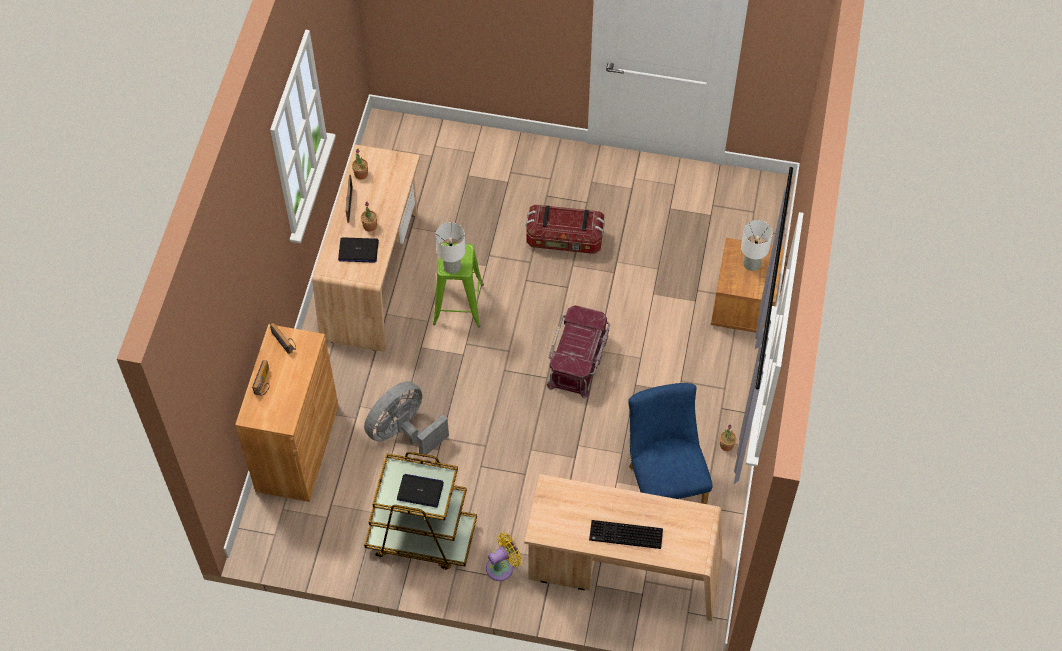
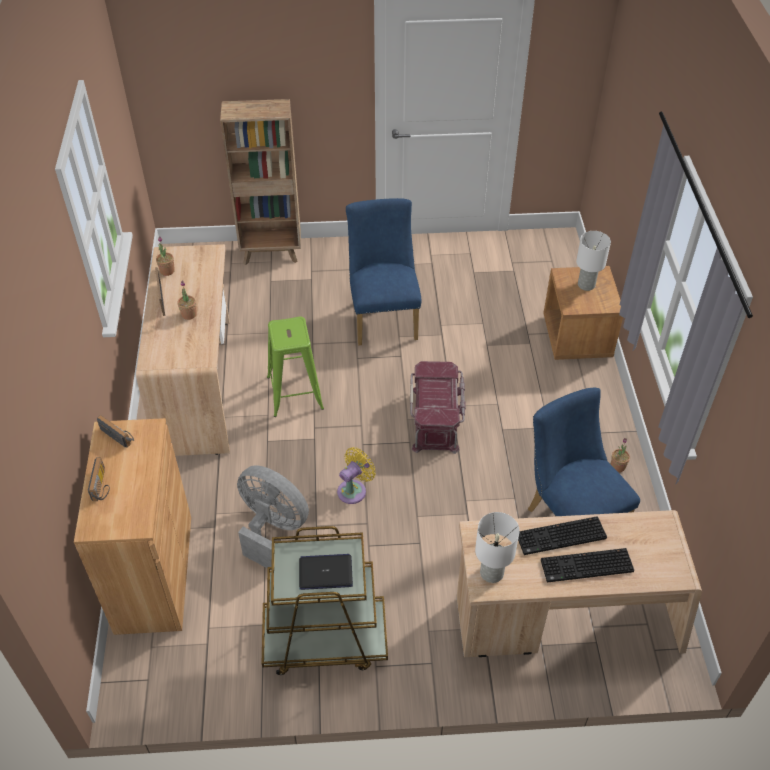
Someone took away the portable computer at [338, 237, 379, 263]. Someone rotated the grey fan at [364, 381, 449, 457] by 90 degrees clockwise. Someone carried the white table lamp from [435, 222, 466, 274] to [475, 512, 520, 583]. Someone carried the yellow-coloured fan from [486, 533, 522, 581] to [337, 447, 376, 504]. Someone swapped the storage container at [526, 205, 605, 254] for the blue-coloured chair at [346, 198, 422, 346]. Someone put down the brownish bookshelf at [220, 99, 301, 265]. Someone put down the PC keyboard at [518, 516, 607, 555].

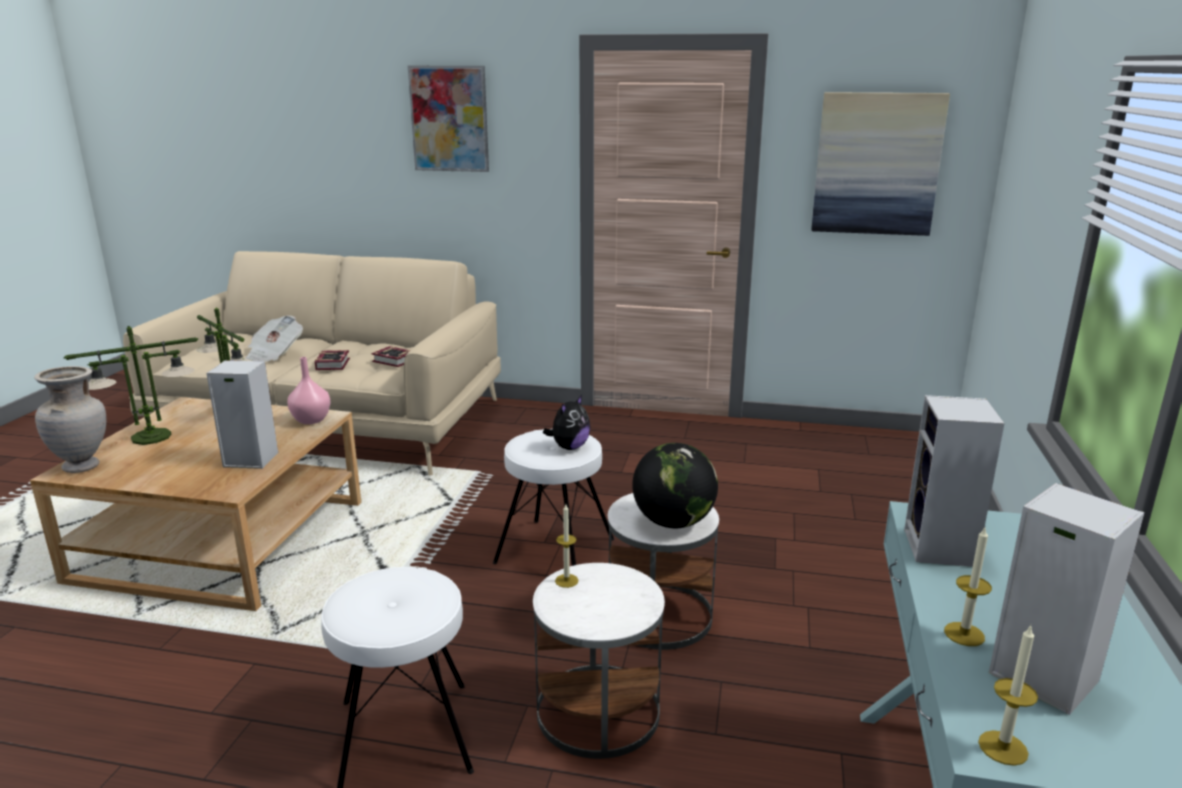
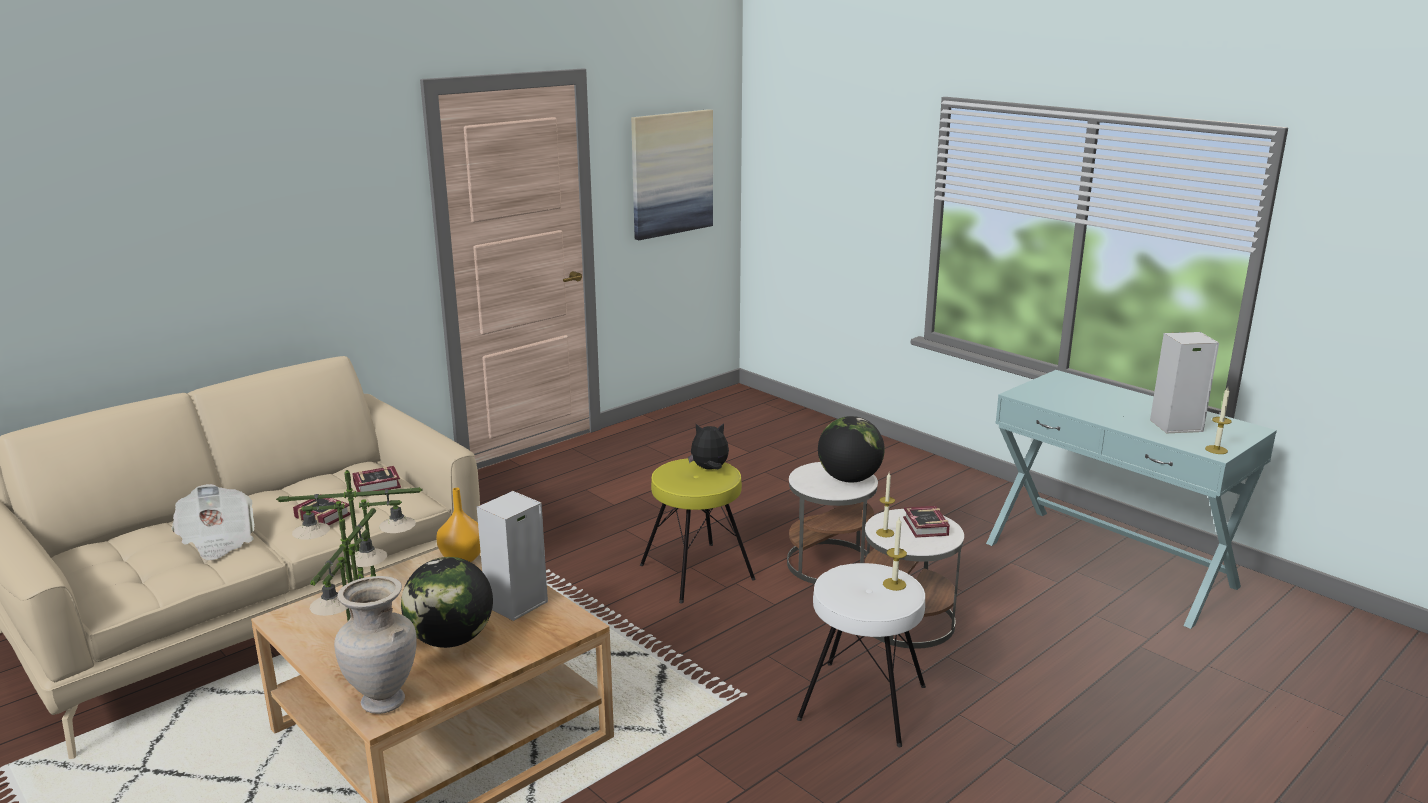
Someone repainted the pinkish vase at [287, 357, 331, 424], which became the orange-coloured vase at [436, 488, 481, 562]. Someone took away the wall art at [408, 66, 489, 172]. Someone repainted the white stool at [493, 429, 614, 566], which became the yellow-coloured stool at [640, 458, 756, 603]. Someone rotated the cuddly toy at [543, 395, 591, 450] by 75 degrees counterclockwise. Someone took away the speaker at [904, 395, 1004, 567]. Someone carried the candle from [944, 528, 992, 646] to [883, 518, 907, 591]. Someone put down the globe at [401, 557, 493, 648]. Someone put down the book at [903, 506, 950, 538].

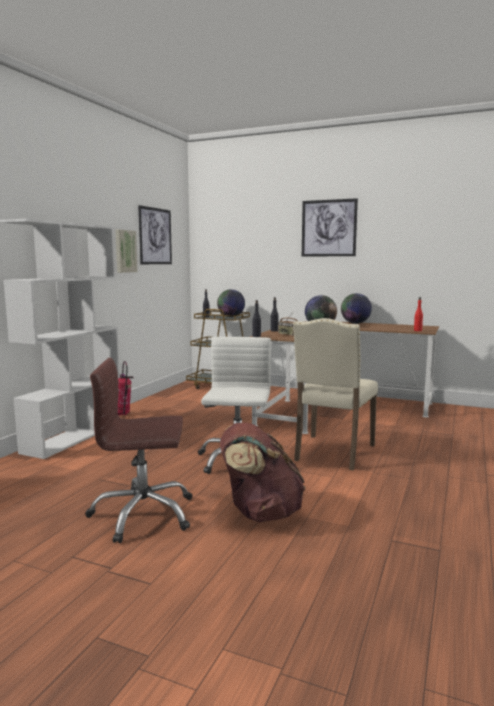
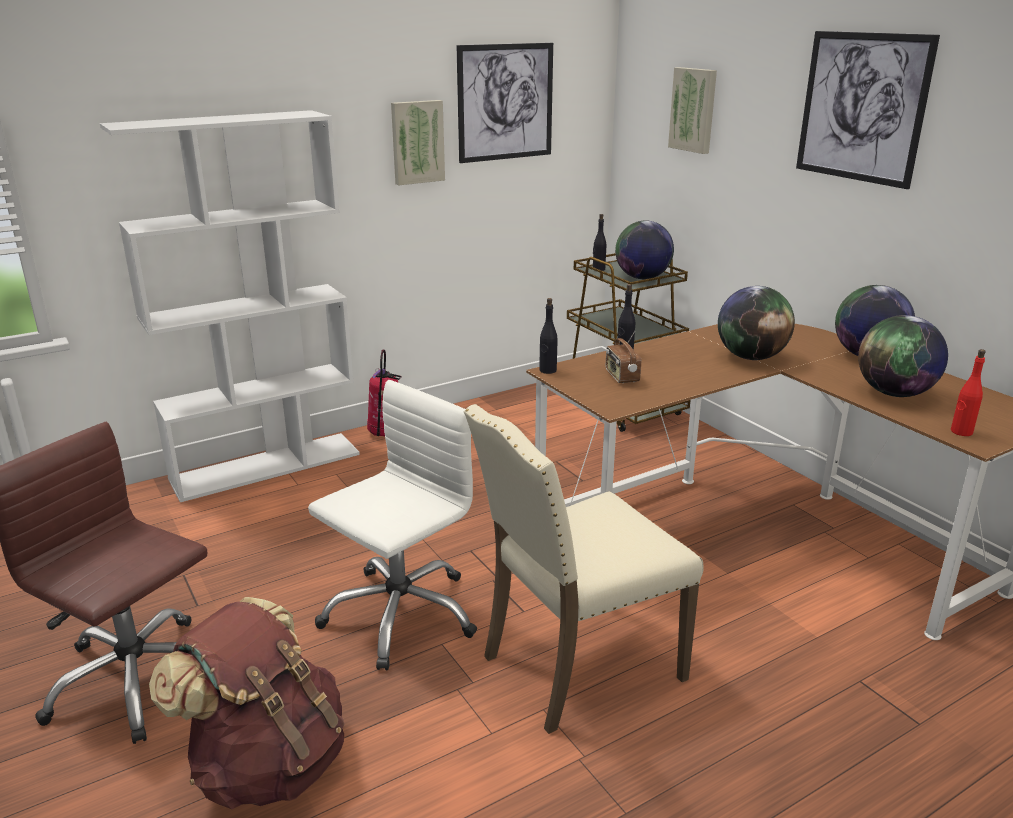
Someone put up the wall art at [668, 67, 717, 154]. Someone put down the globe at [858, 315, 948, 397].

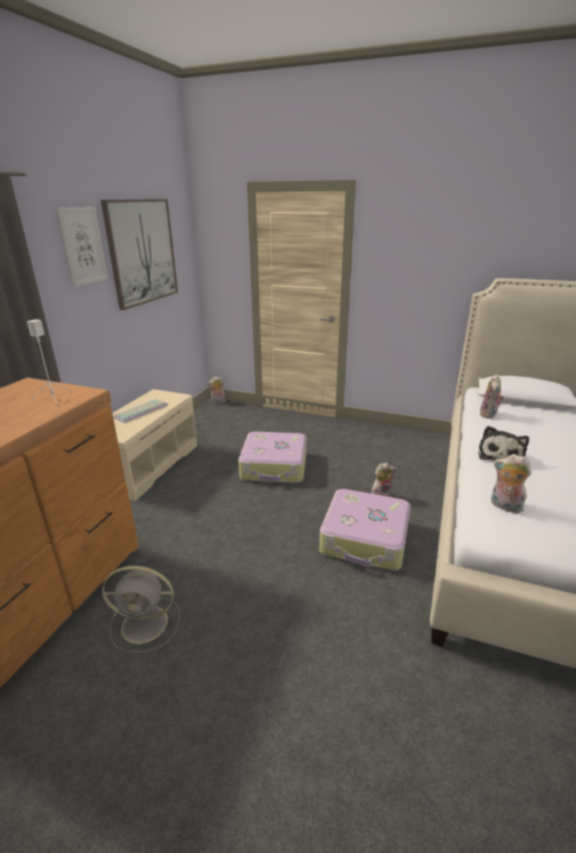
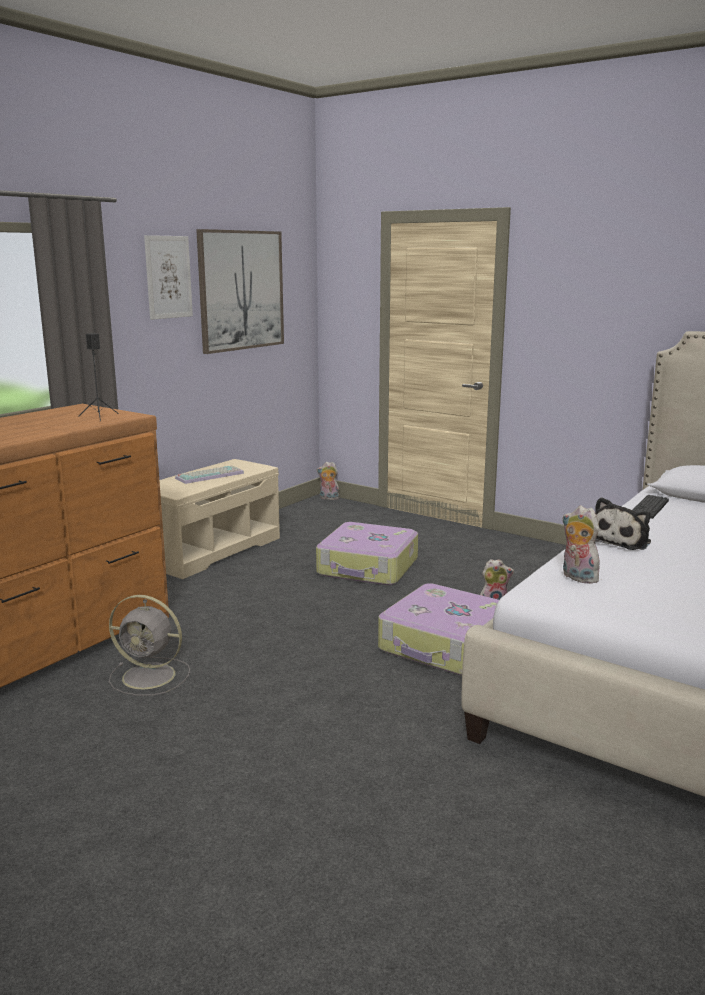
Someone repainted the white speaker at [27, 319, 70, 406], which became the blackish speaker at [79, 333, 119, 421]. Someone swapped the cuddly toy at [479, 374, 504, 419] for the PC keyboard at [633, 495, 669, 519].

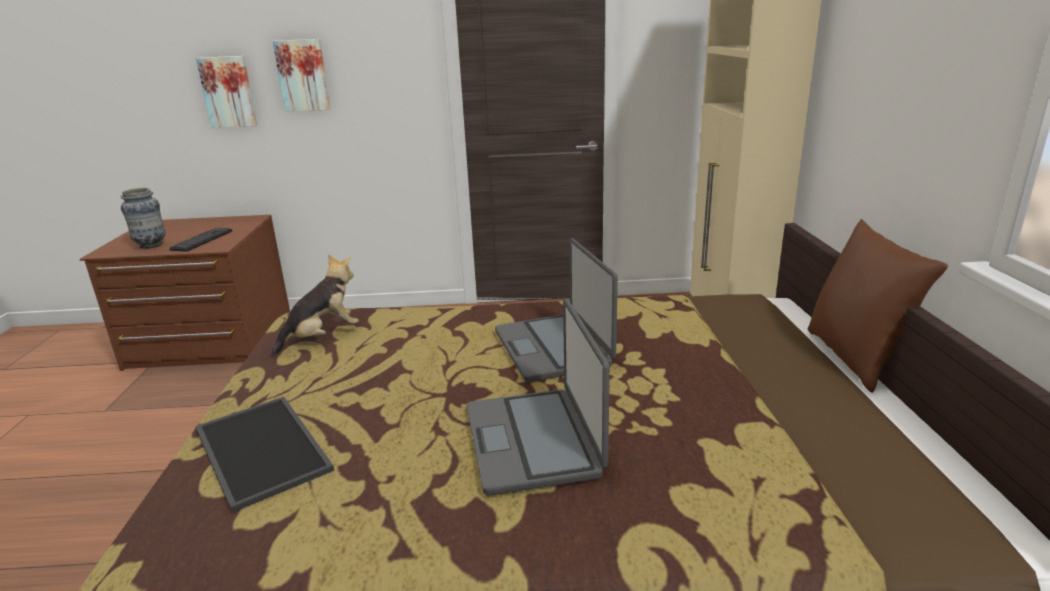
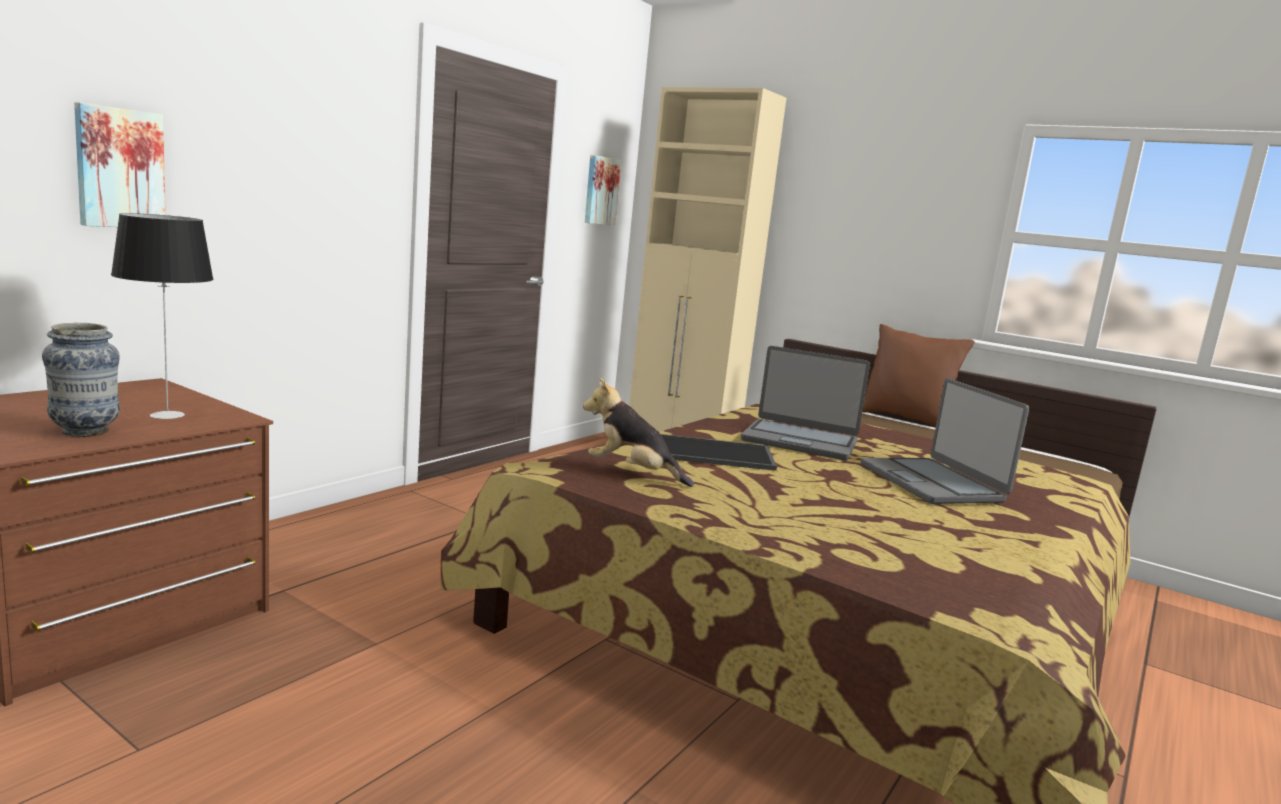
Someone swapped the PC keyboard at [169, 228, 232, 252] for the table lamp at [111, 213, 214, 419]. Someone carried the serving tray from [195, 396, 334, 513] to [661, 434, 777, 471]. Someone rotated the cuddly toy at [271, 255, 359, 357] by 60 degrees counterclockwise. Someone carried the wall art from [273, 39, 330, 112] to [585, 155, 621, 225]. Someone rotated the portable computer at [467, 298, 610, 496] by 45 degrees clockwise.

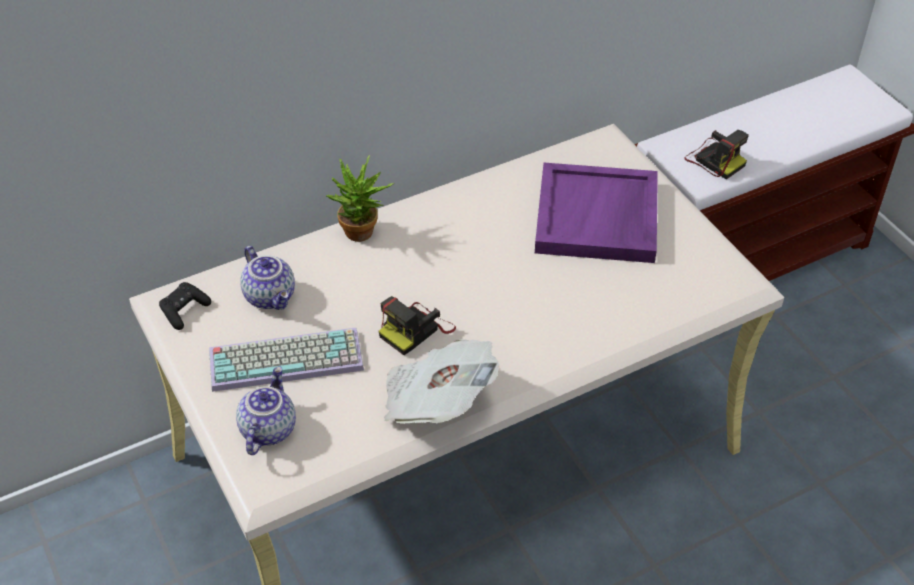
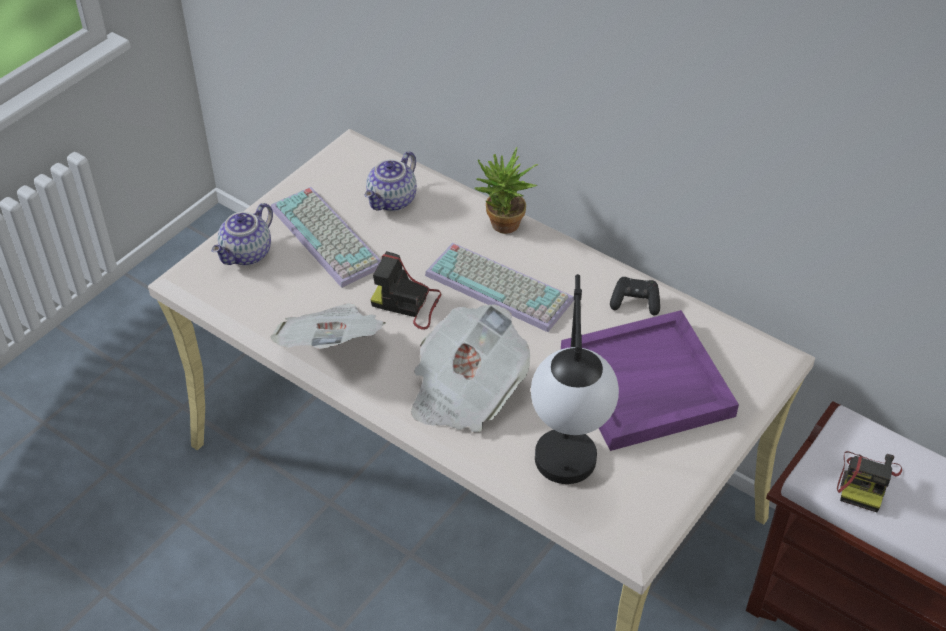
Someone carried the blackish game controller from [159, 282, 211, 330] to [610, 277, 660, 316]. Someone rotated the pot for tea at [236, 366, 296, 455] by 135 degrees clockwise. Someone put down the daily paper at [411, 304, 530, 433]. Someone put down the PC keyboard at [425, 243, 574, 332]. Someone put down the table lamp at [531, 274, 619, 484].

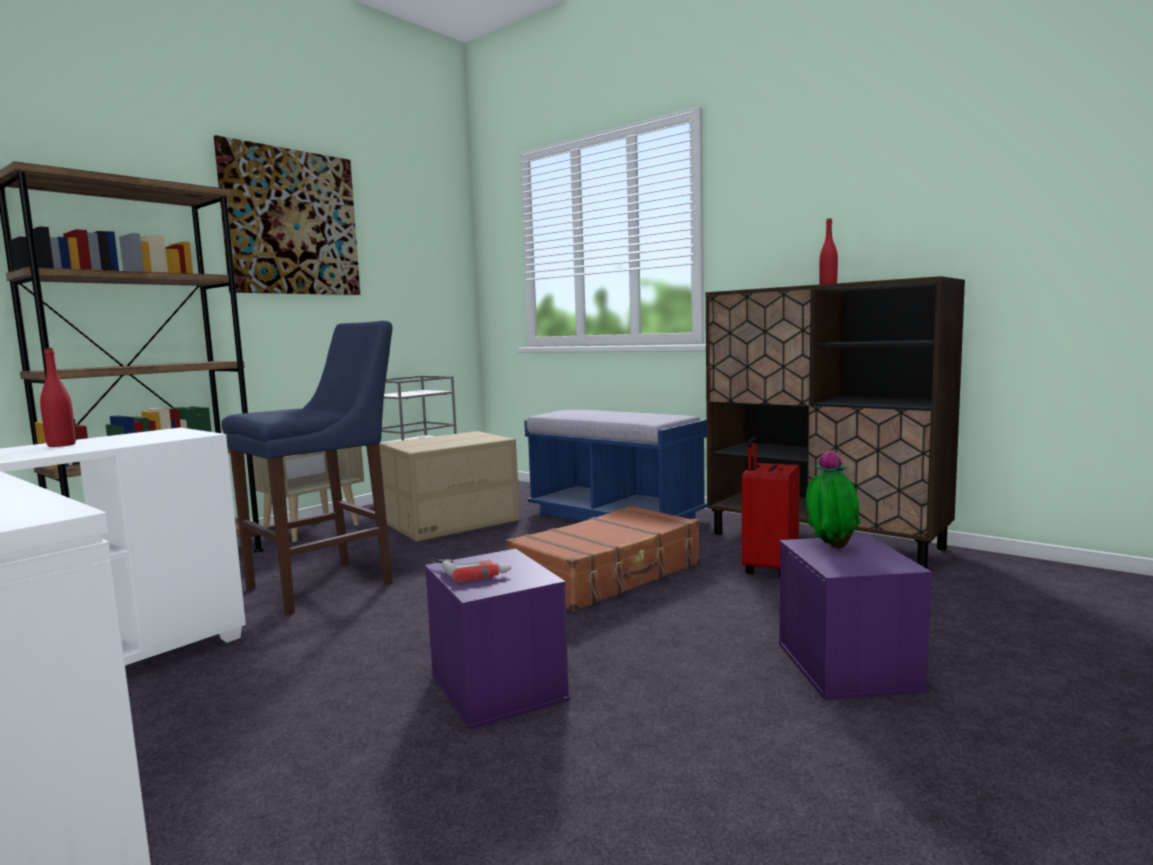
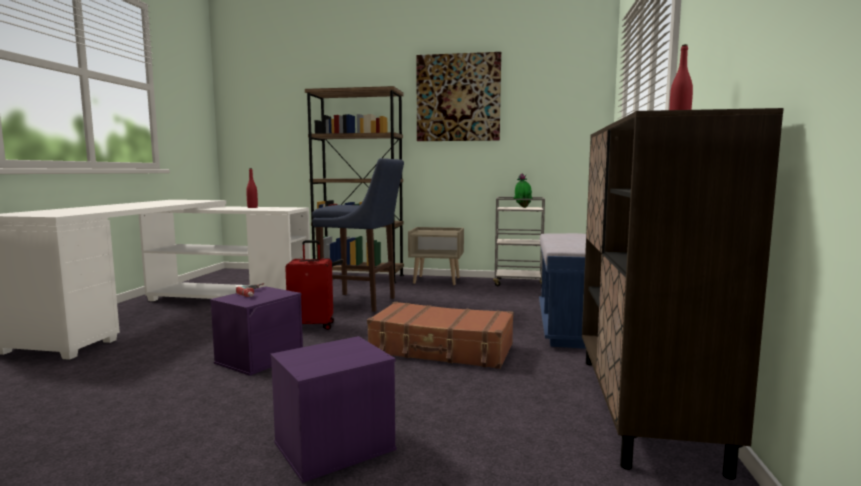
Someone took away the packing box at [379, 431, 520, 542]. Someone carried the red piece of luggage from [742, 437, 800, 577] to [285, 240, 334, 330]. Someone carried the houseplant from [806, 450, 860, 548] to [513, 173, 532, 208].

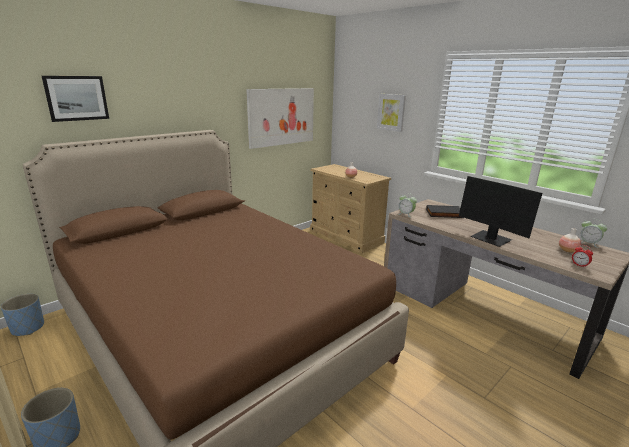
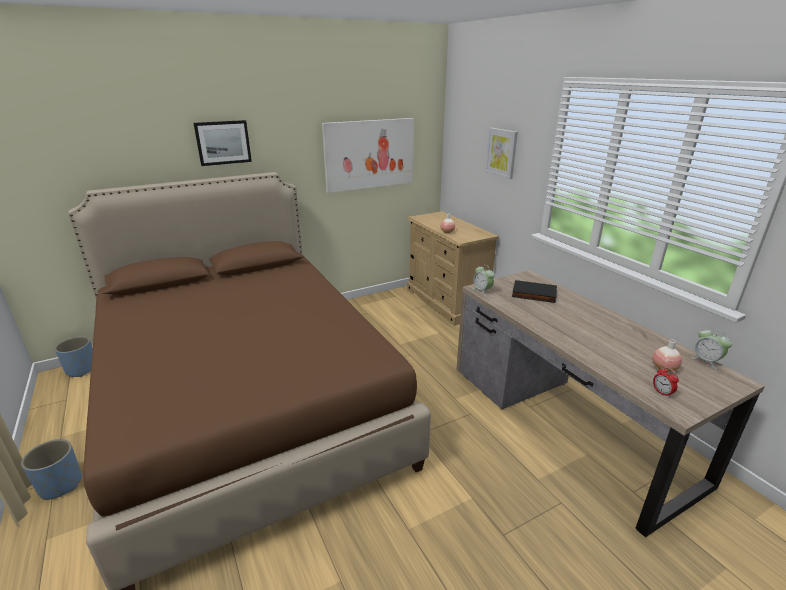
Someone carried the wall art from [42, 76, 109, 122] to [194, 120, 252, 166]. Someone took away the computer display at [459, 176, 542, 247].

